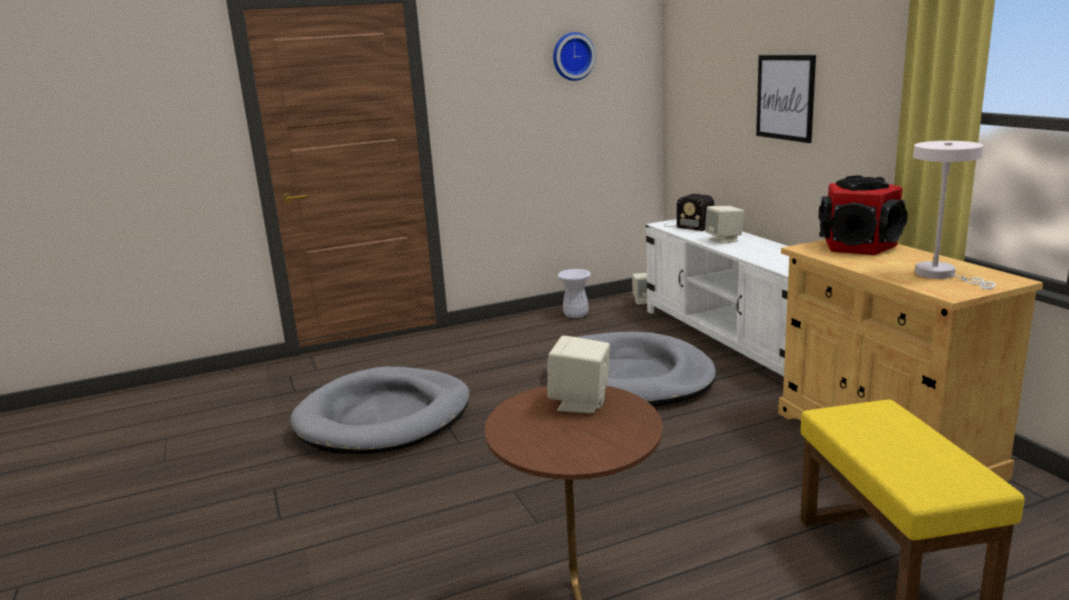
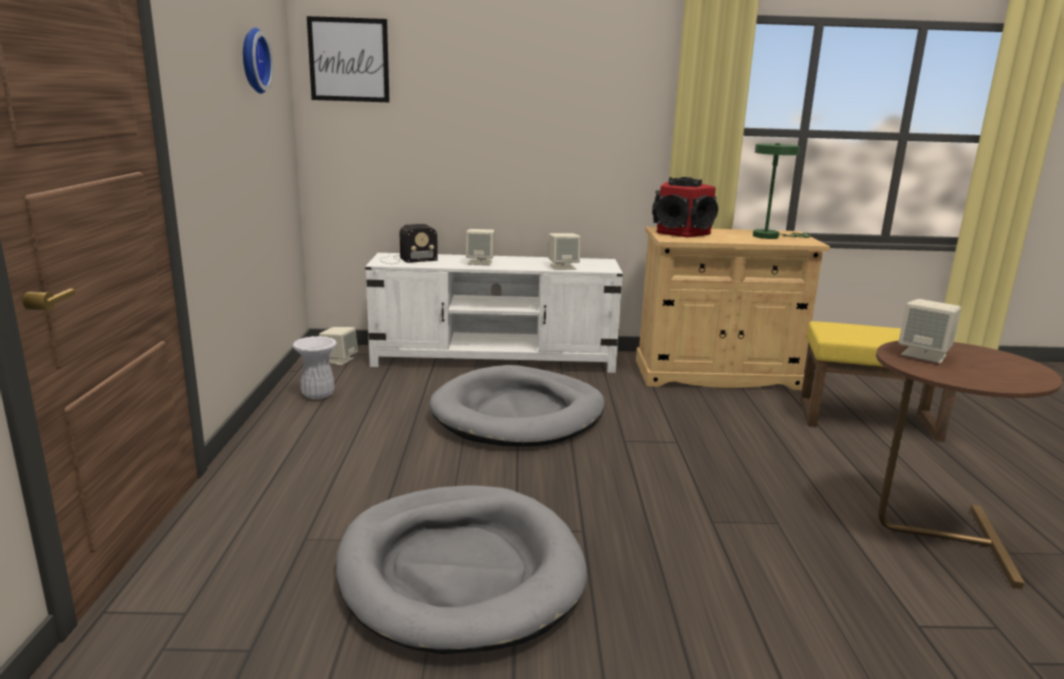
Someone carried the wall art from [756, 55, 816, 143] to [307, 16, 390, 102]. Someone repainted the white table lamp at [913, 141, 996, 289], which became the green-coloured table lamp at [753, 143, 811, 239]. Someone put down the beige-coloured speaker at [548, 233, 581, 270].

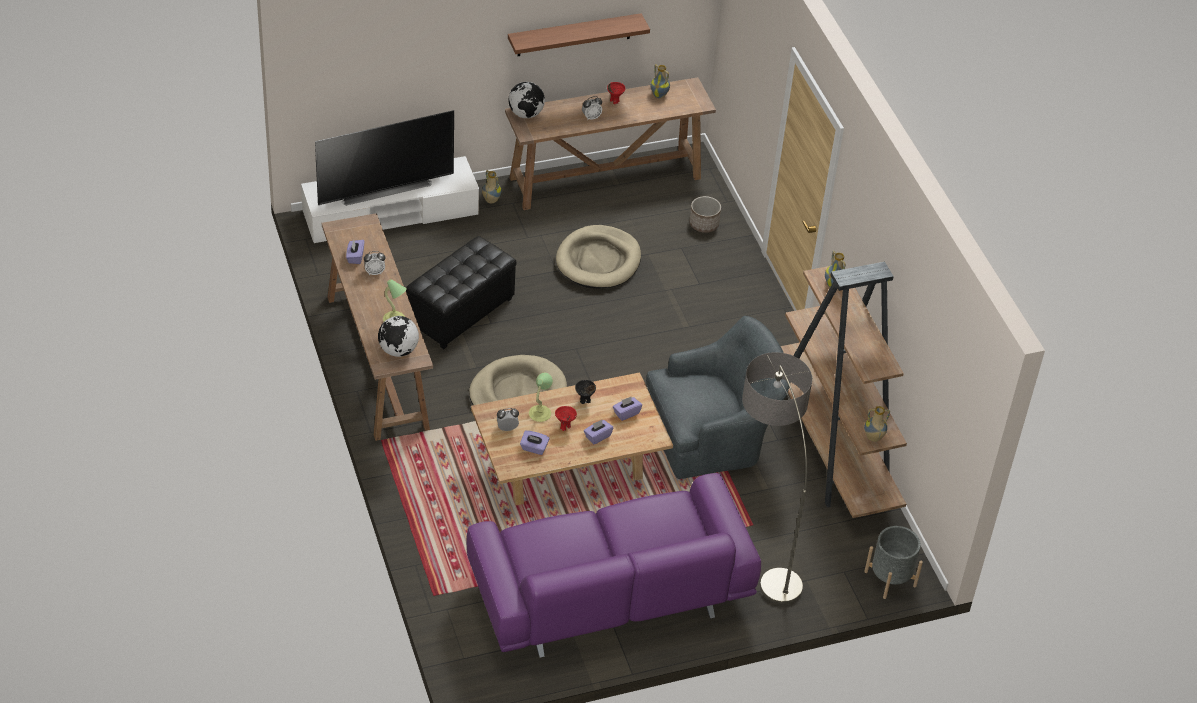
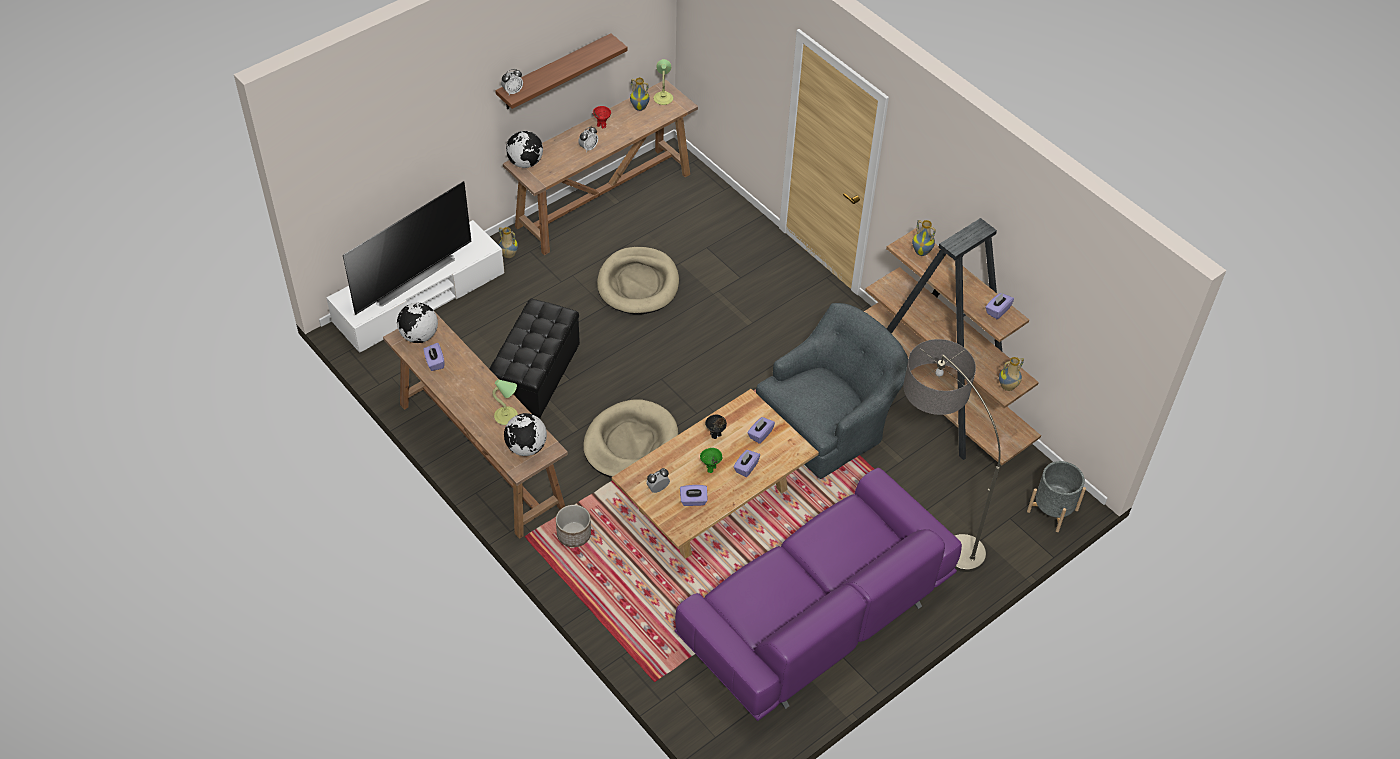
Someone carried the alarm clock from [364, 251, 385, 275] to [501, 69, 523, 95]. Someone carried the table lamp from [529, 373, 553, 422] to [654, 59, 673, 105]. Someone repainted the red bowl at [555, 406, 577, 431], which became the green-coloured bowl at [700, 448, 722, 473]. Someone carried the planter from [689, 196, 721, 233] to [556, 505, 591, 547]. Someone put down the globe at [397, 303, 438, 343]. Someone put down the purplish box of tissues at [985, 293, 1014, 320].

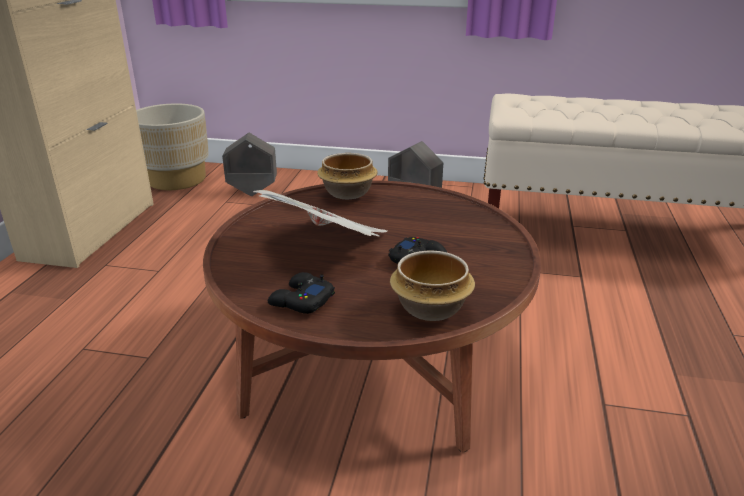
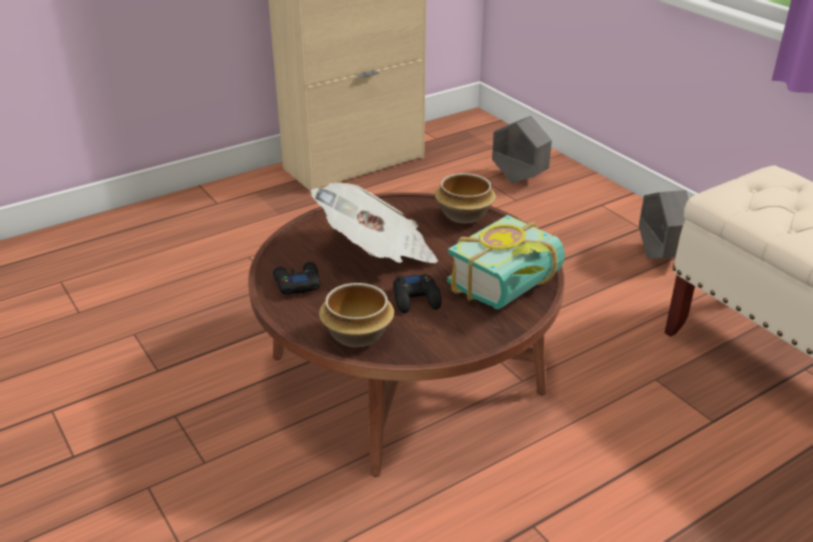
Someone took away the beige-coloured planter at [136, 104, 209, 190]. Someone put down the book at [447, 215, 565, 309].

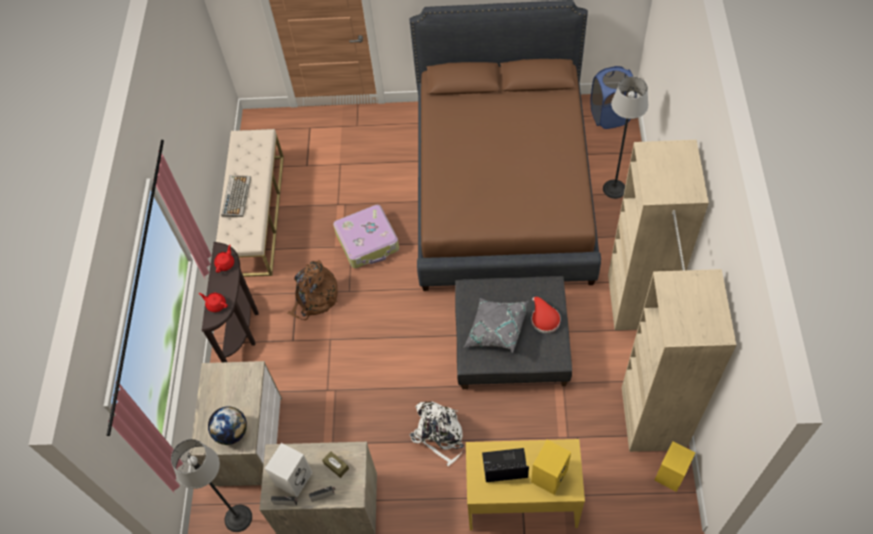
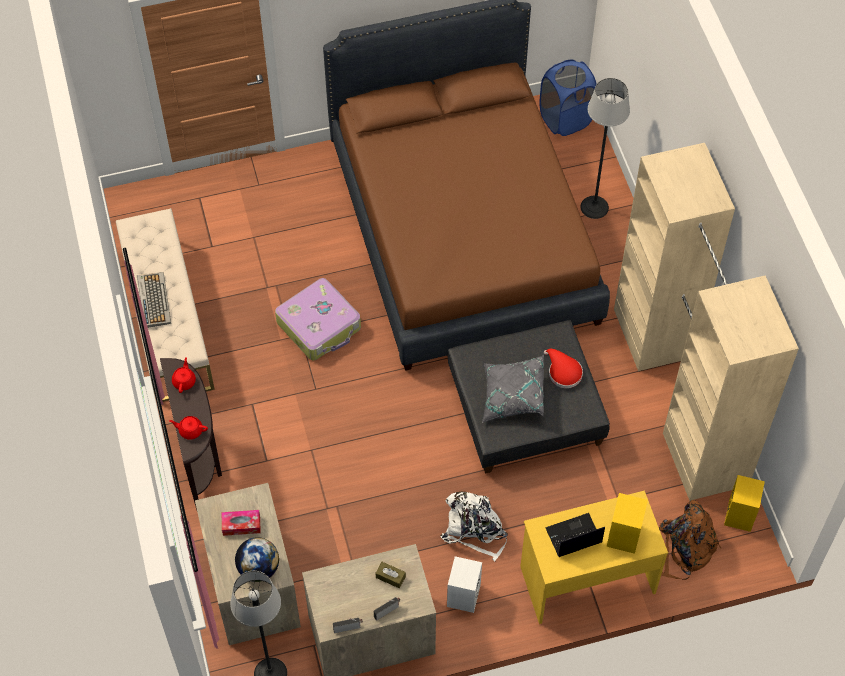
Someone carried the white speaker from [265, 443, 313, 497] to [447, 556, 482, 613]. Someone carried the brownish backpack from [288, 260, 338, 320] to [659, 500, 721, 580]. Someone put down the box of tissues at [222, 510, 261, 536].

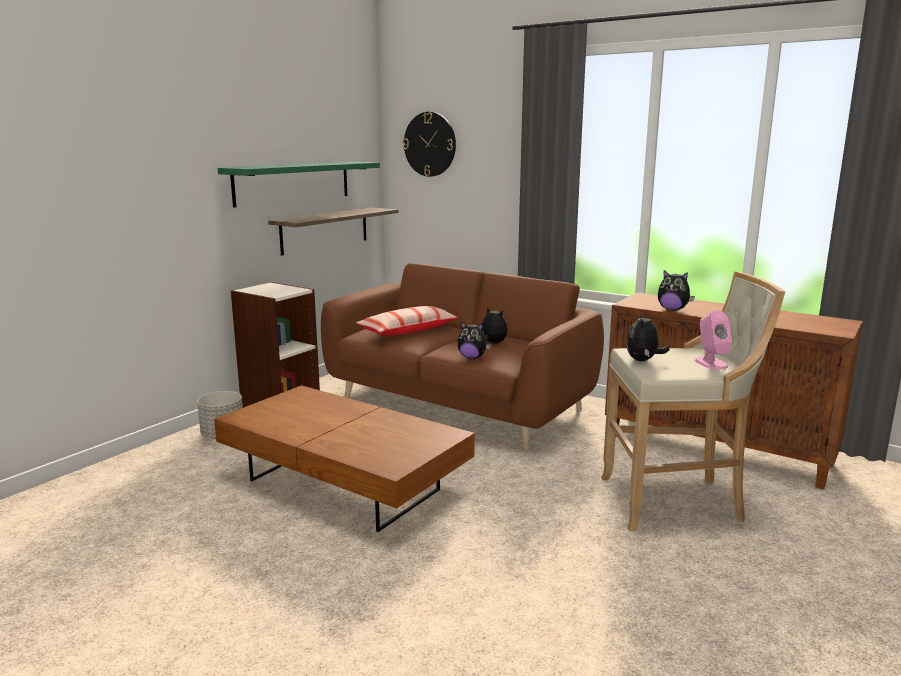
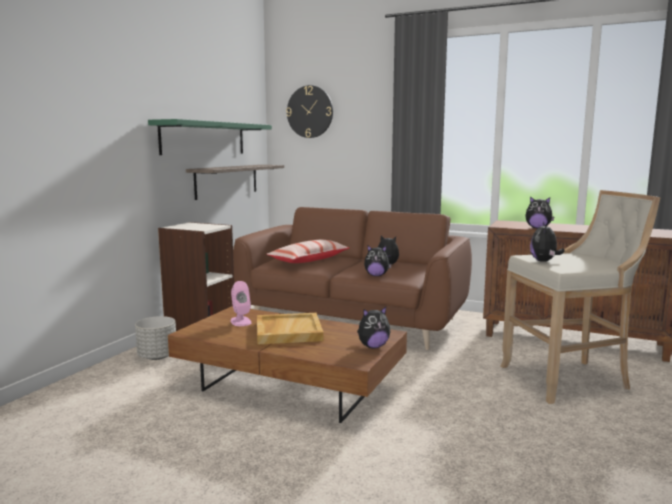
Someone carried the pinkish speaker from [695, 310, 732, 369] to [230, 281, 251, 326]. Someone put down the beige-coloured serving tray at [257, 313, 324, 345]. Someone put down the cuddly toy at [357, 307, 390, 348].

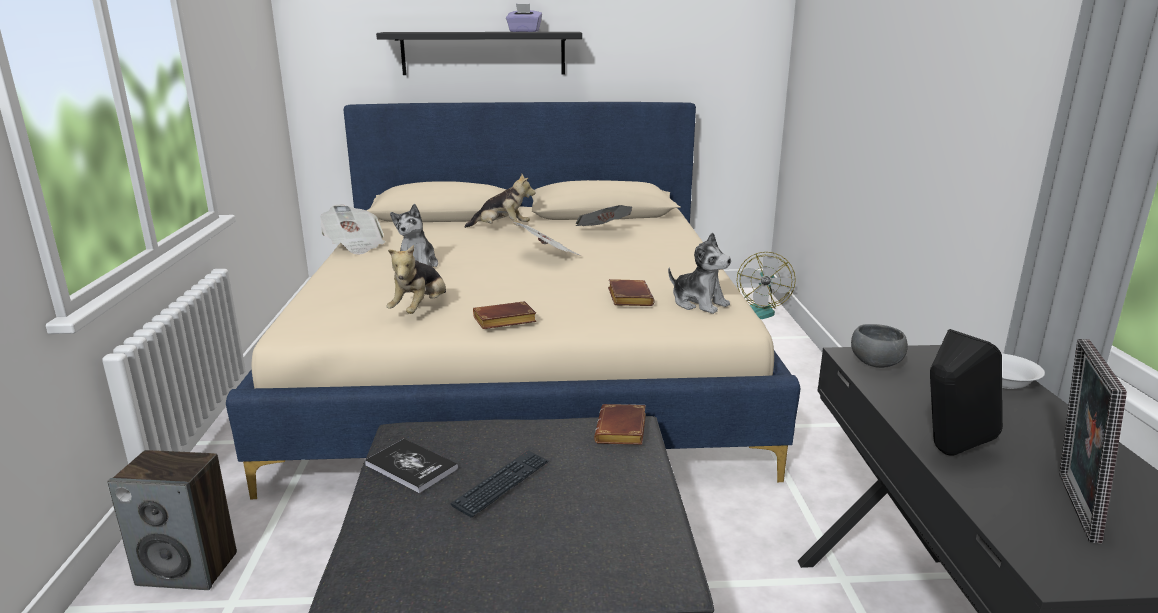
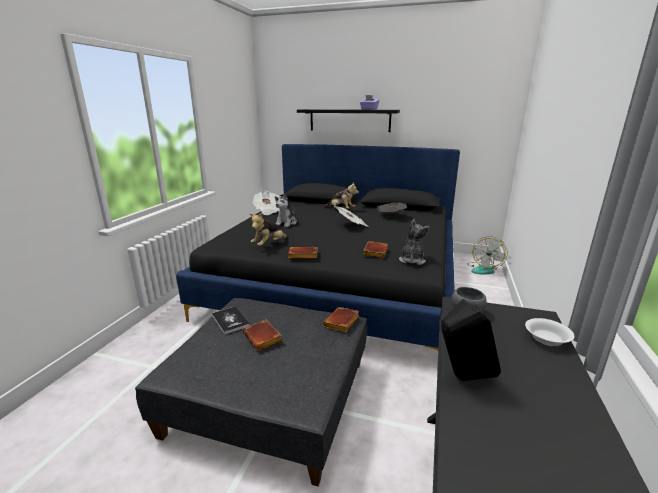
Someone took away the speaker at [107, 450, 237, 590]. Someone repainted the beige-coloured bed at [226, 102, 800, 499], which became the blackish bed at [176, 144, 460, 350]. Someone swapped the PC keyboard at [451, 450, 549, 517] for the brownish book at [242, 320, 282, 351]. Someone rotated the cuddly toy at [668, 232, 731, 314] by 135 degrees counterclockwise. Someone took away the standing frame at [1059, 339, 1127, 544].

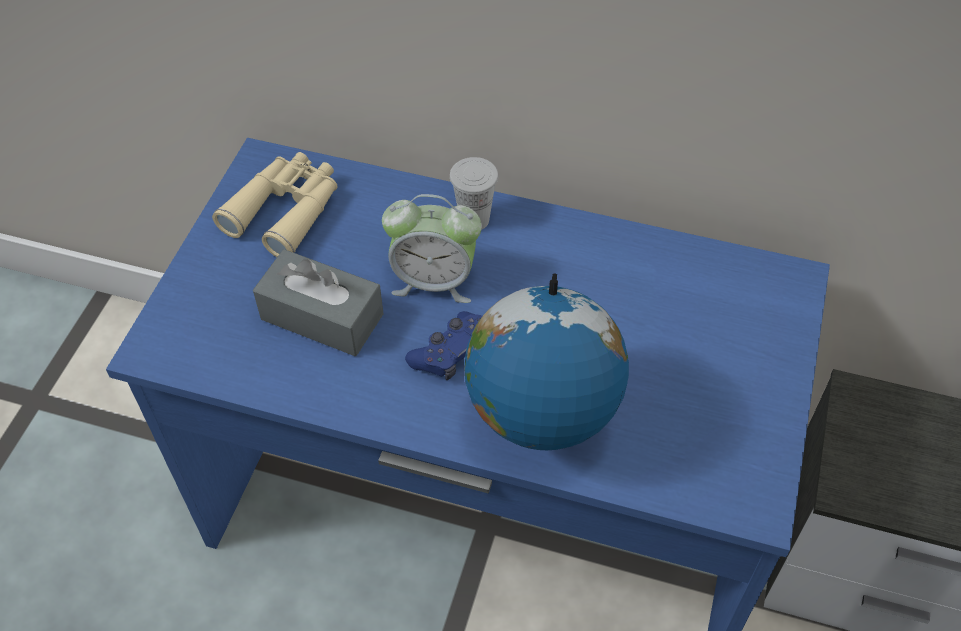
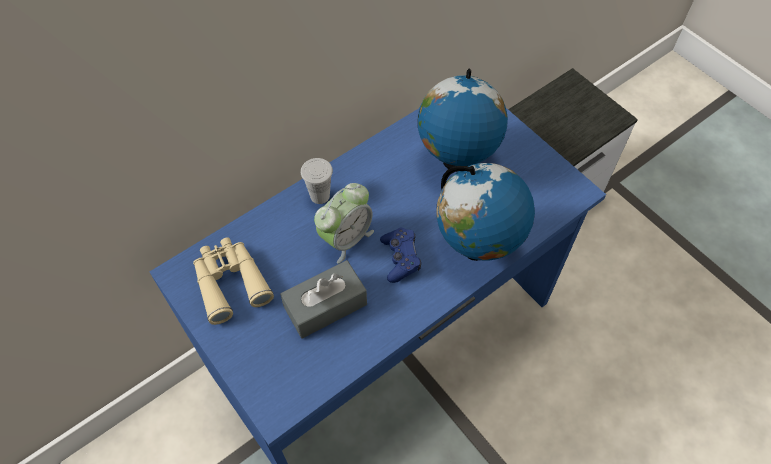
Someone put down the globe at [418, 69, 508, 172].

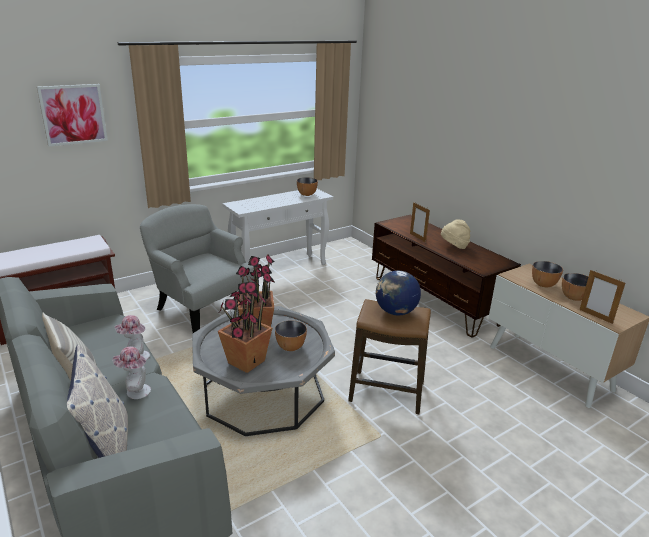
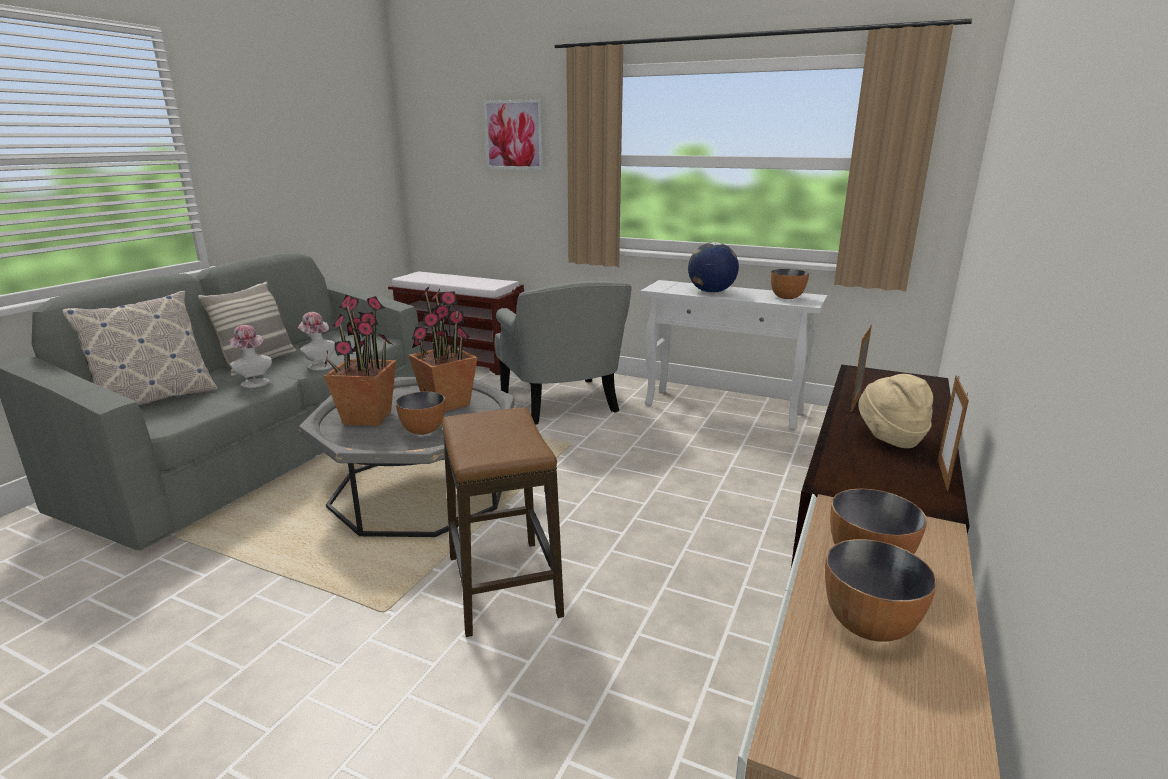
Someone rotated the grey lounge chair at [140, 204, 254, 333] by 150 degrees clockwise. Someone carried the globe from [376, 271, 421, 315] to [688, 242, 739, 293]. Someone carried the standing frame from [580, 270, 625, 324] to [938, 376, 969, 491].

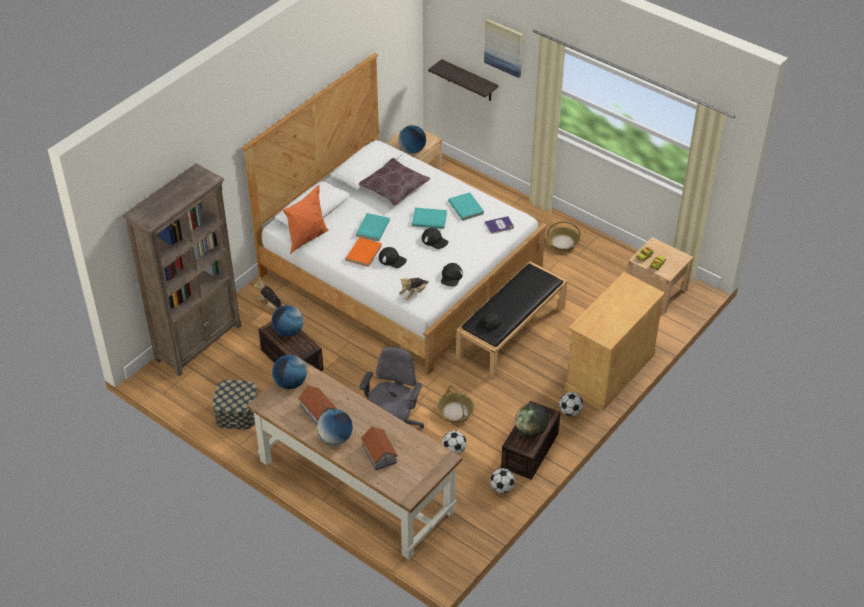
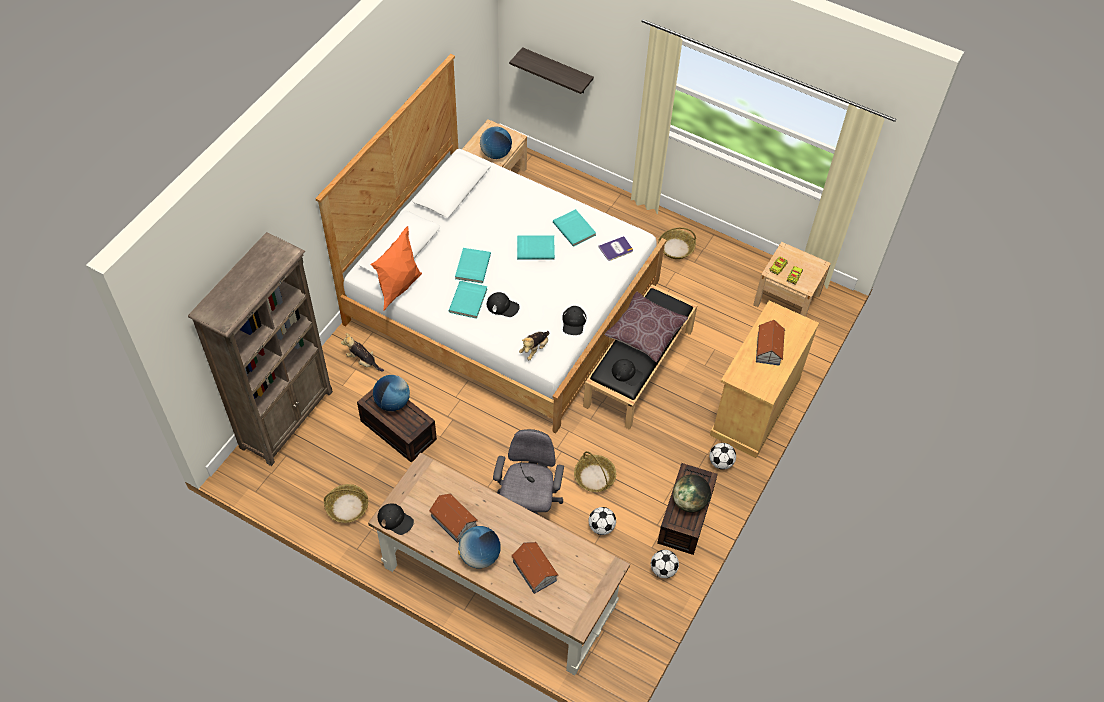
Someone swapped the storage container at [212, 380, 258, 429] for the storage basket at [324, 484, 368, 523]. Someone took away the globe at [272, 355, 307, 389]. Someone repainted the orange-coloured book at [345, 237, 382, 267], which became the blue-green book at [449, 281, 487, 319]. Someone carried the brownish throw pillow from [359, 158, 431, 206] to [605, 292, 688, 362]. Someone carried the blackish cap from [422, 228, 448, 249] to [378, 504, 414, 535]. Someone took away the wall art at [484, 19, 523, 78]. Someone put down the toy house at [756, 320, 785, 366].

